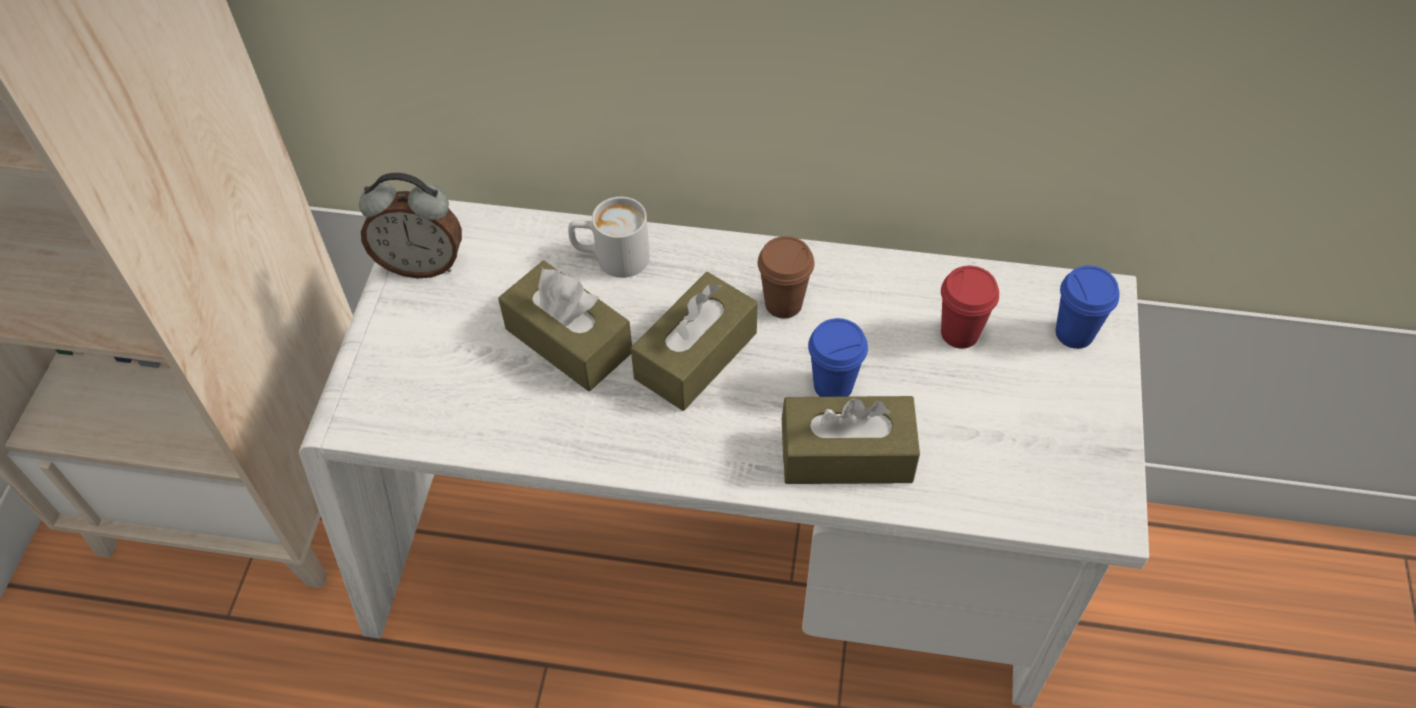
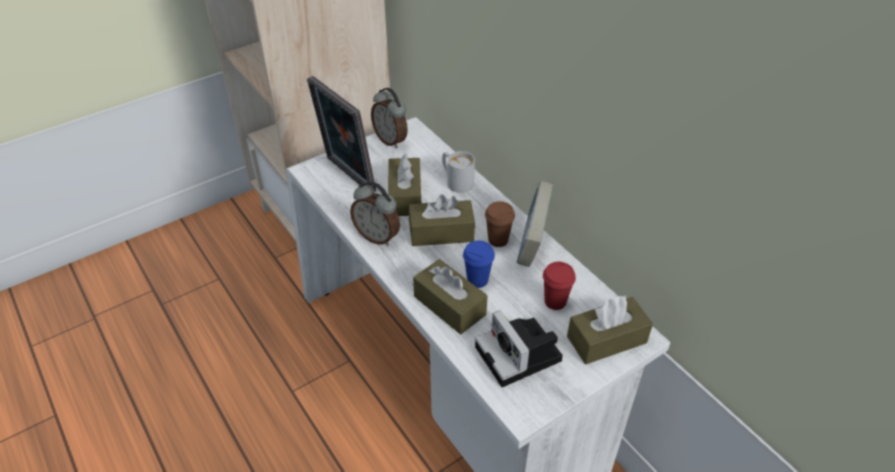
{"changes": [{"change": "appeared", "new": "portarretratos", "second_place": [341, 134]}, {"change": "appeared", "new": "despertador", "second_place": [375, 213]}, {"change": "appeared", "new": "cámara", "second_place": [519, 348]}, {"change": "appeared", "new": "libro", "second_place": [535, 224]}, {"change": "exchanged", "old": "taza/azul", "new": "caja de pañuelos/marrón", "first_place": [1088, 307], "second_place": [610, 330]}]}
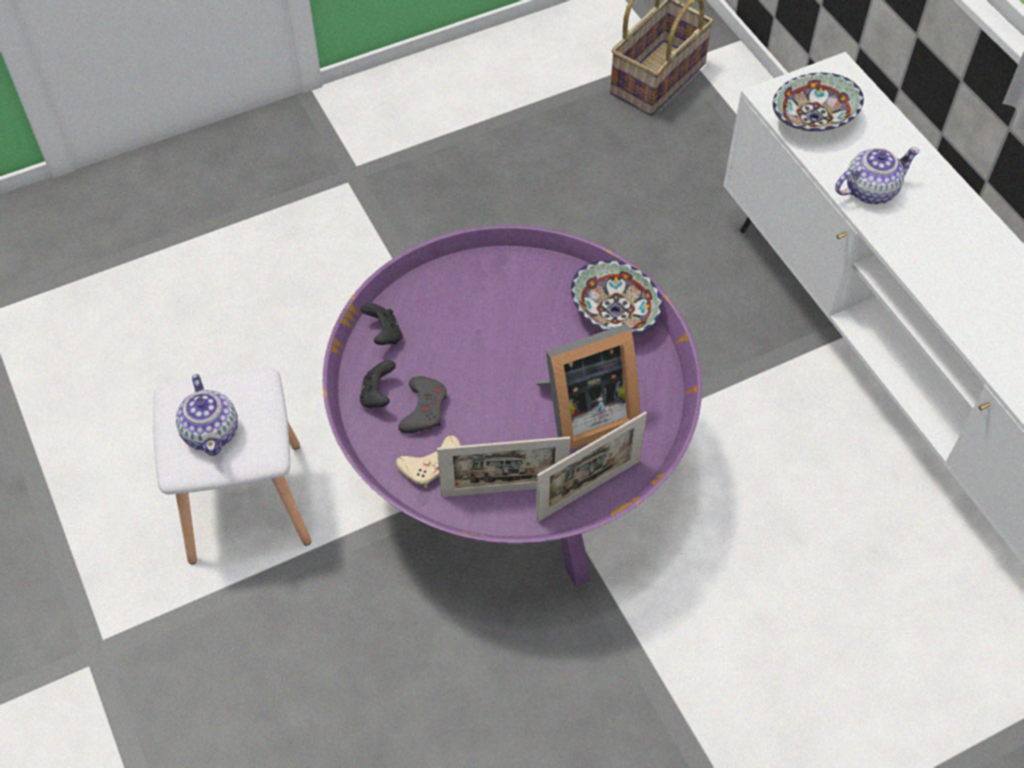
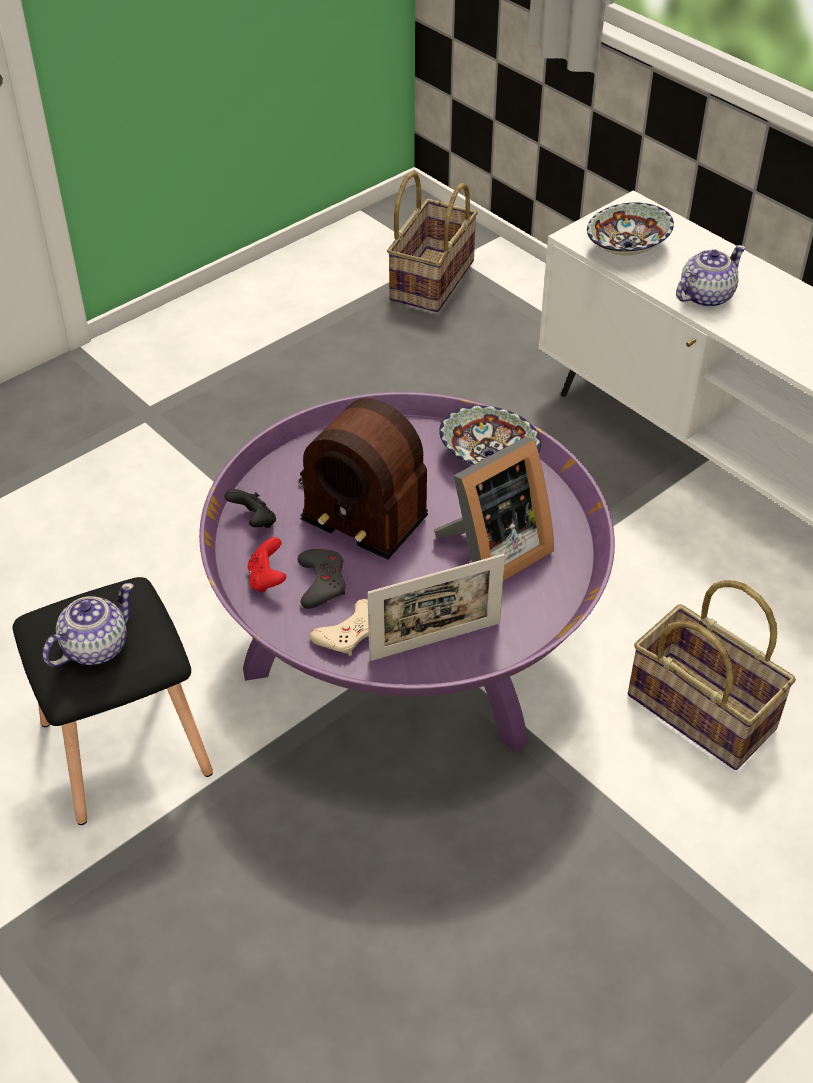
{"changes": [{"change": "missing", "old": "portarretratos", "first_place": [591, 467]}, {"change": "appeared", "new": "radio", "second_place": [363, 479]}, {"change": "appeared", "new": "cesta", "second_place": [712, 675]}, {"change": "colour", "old": "taburete/blanco", "new": "taburete/negro", "first_place": [232, 466], "second_place": [112, 701]}, {"change": "colour", "old": "mando de consola/negro", "new": "mando de consola/rojo", "first_place": [378, 384], "second_place": [267, 565]}, {"change": "spun", "old": "tetera", "first_place": [207, 415], "second_place": [88, 625], "degrees": -105}]}
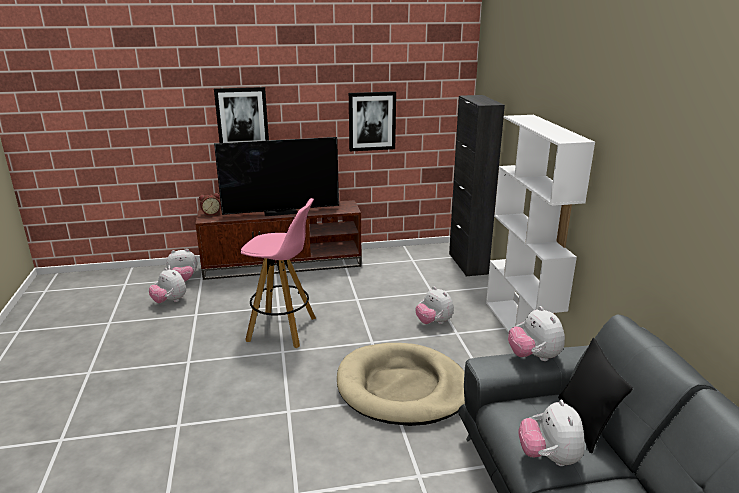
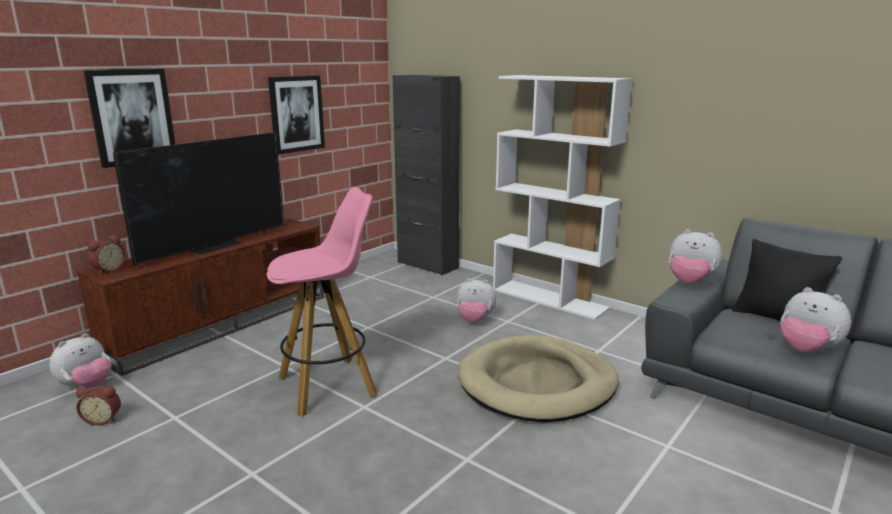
{"changes": [{"change": "exchanged", "old": "peluche", "new": "despertador", "first_place": [167, 285], "second_place": [98, 405]}]}
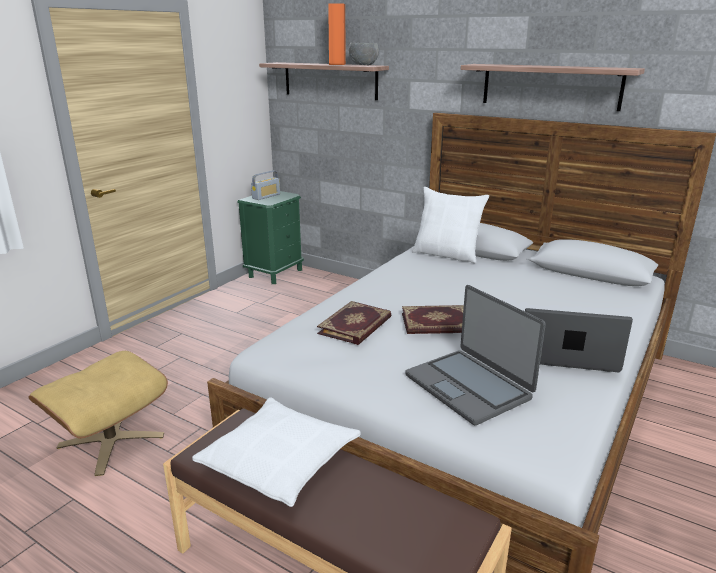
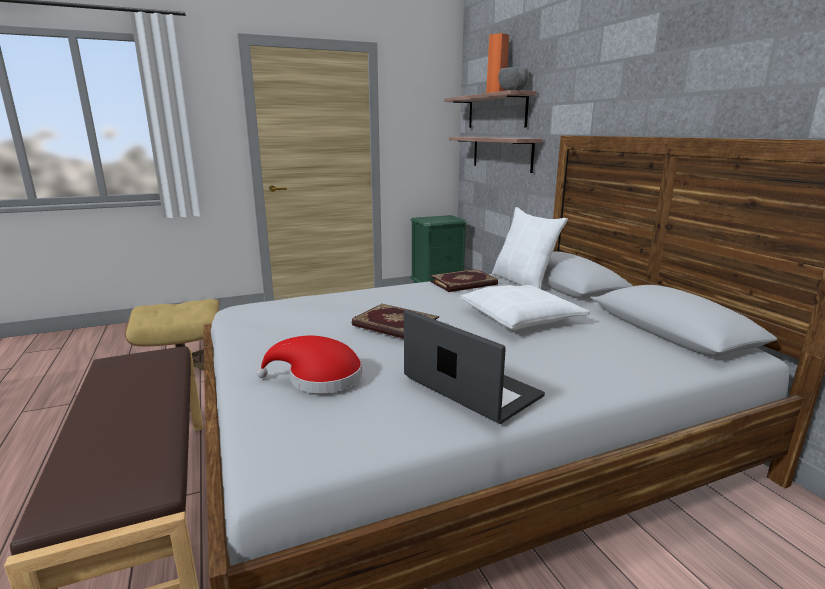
{"changes": [{"change": "missing", "old": "radio", "first_place": [265, 185]}, {"change": "relocated", "old": "cojín/blanco", "first_place": [276, 452], "second_place": [525, 307]}, {"change": "relocated", "old": "libro", "first_place": [354, 323], "second_place": [464, 280]}, {"change": "relocated", "old": "estante", "first_place": [552, 87], "second_place": [496, 155]}, {"change": "exchanged", "old": "portátil", "new": "sombrero/rojo", "first_place": [475, 355], "second_place": [309, 364]}]}
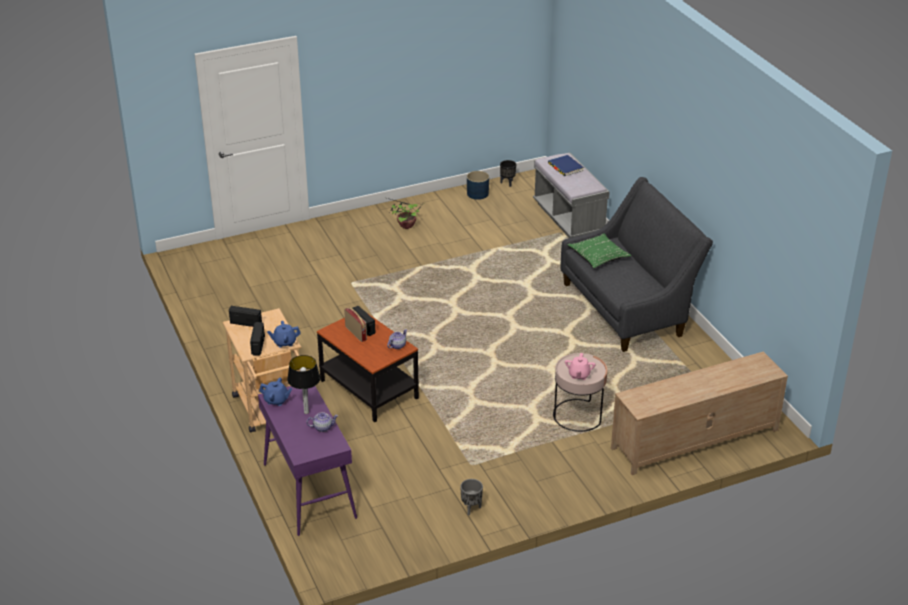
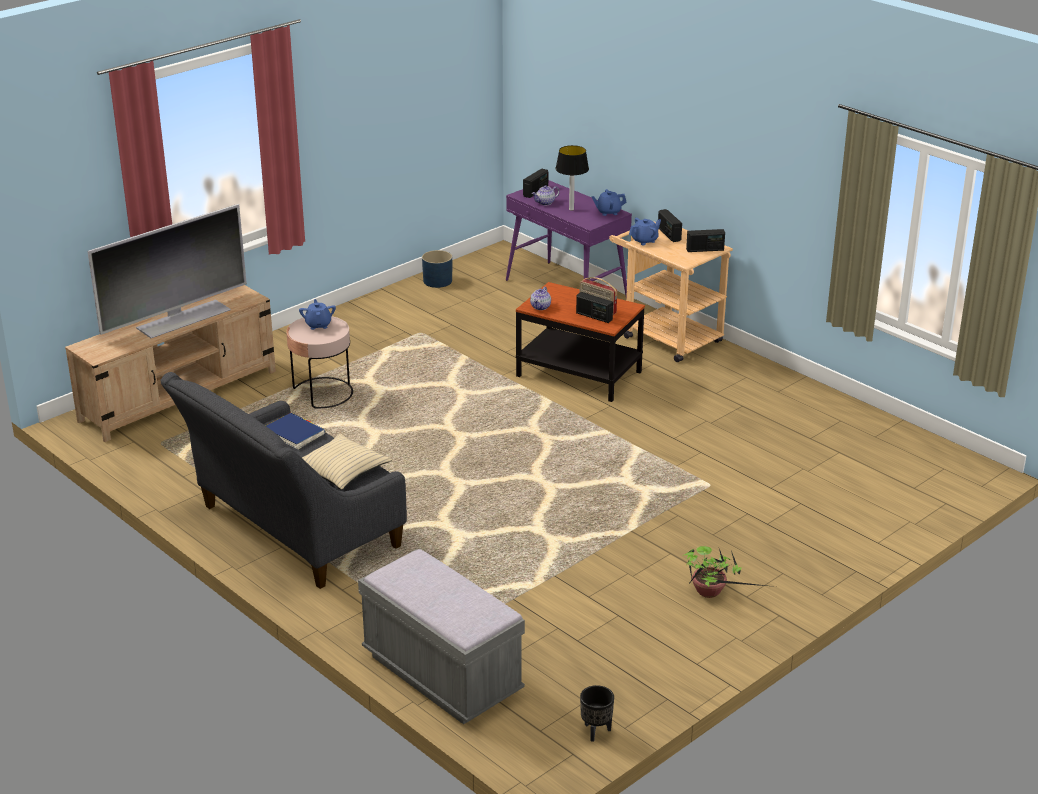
{"changes": [{"change": "missing", "old": "maceta/gris", "first_place": [471, 497]}, {"change": "appeared", "new": "televisor", "second_place": [167, 271]}, {"change": "appeared", "new": "radio", "second_place": [535, 183]}, {"change": "relocated", "old": "maceta/azul", "first_place": [478, 185], "second_place": [437, 269]}, {"change": "relocated", "old": "libro/azul", "first_place": [566, 165], "second_place": [295, 431]}, {"change": "colour", "old": "tetera/rosa", "new": "tetera/azul", "first_place": [580, 366], "second_place": [317, 314]}, {"change": "colour", "old": "cojín/verde", "new": "cojín/beis", "first_place": [599, 251], "second_place": [347, 462]}]}
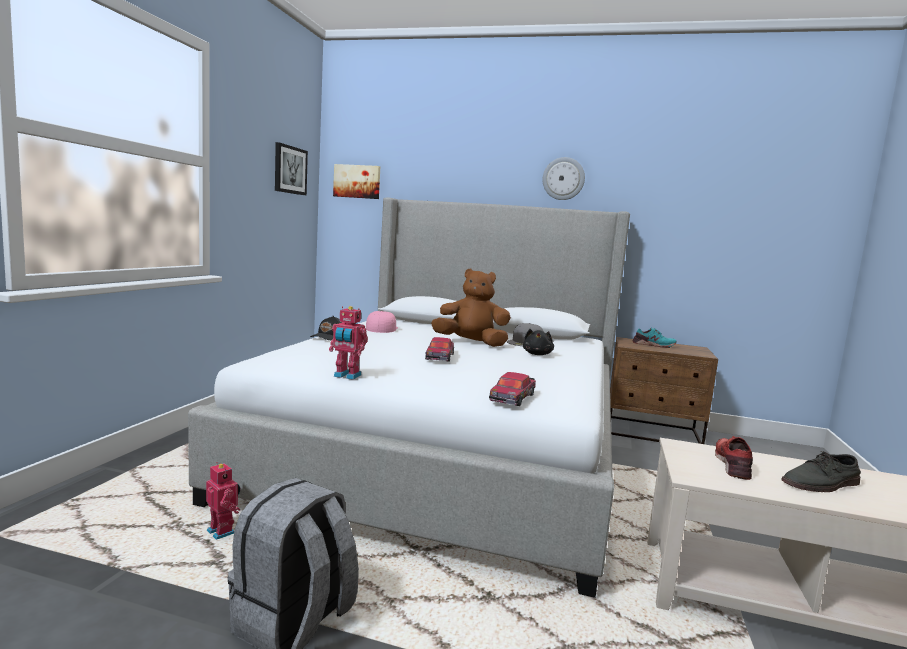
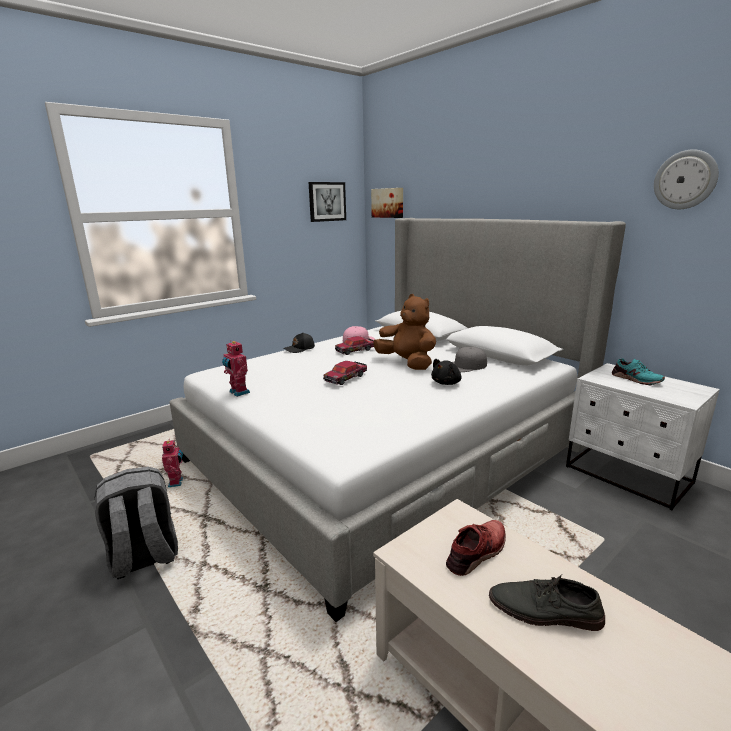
{"changes": [{"change": "relocated", "old": "coche de juguete", "first_place": [512, 389], "second_place": [354, 345]}, {"change": "relocated", "old": "reloj de pared", "first_place": [564, 178], "second_place": [686, 179]}, {"change": "colour", "old": "mesita de noche/marrón", "new": "mesita de noche/blanco", "first_place": [664, 390], "second_place": [643, 436]}]}
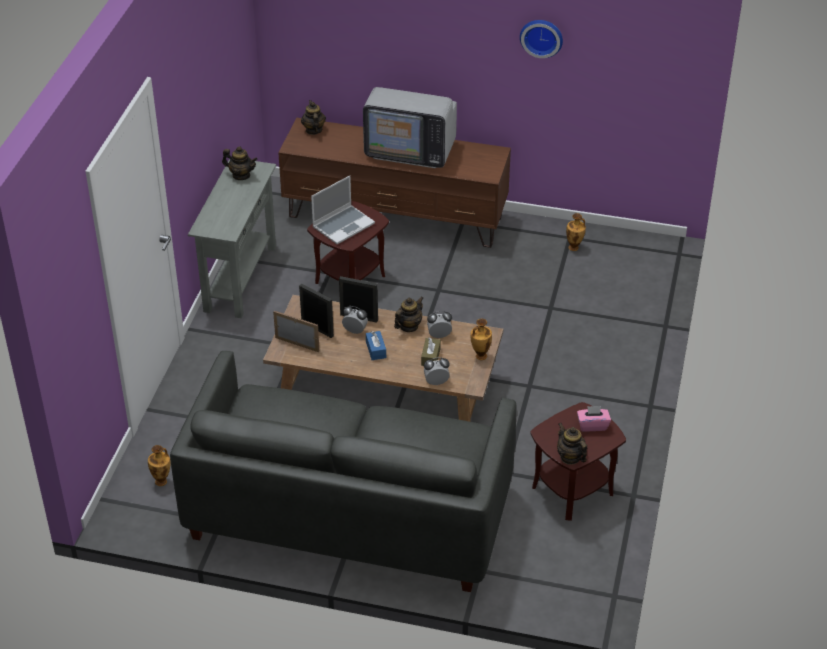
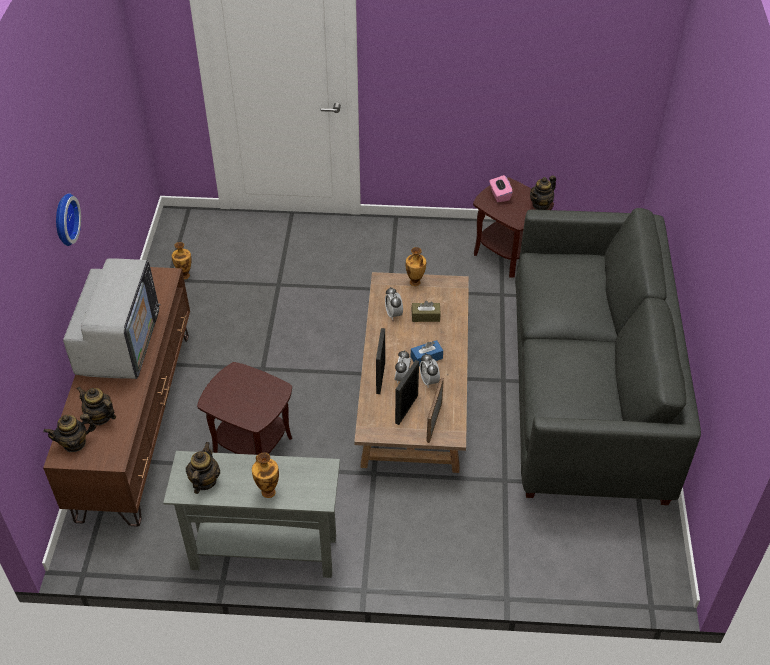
{"changes": [{"change": "missing", "old": "portátil", "first_place": [343, 209]}, {"change": "relocated", "old": "florero", "first_place": [159, 465], "second_place": [265, 475]}, {"change": "relocated", "old": "tetera", "first_place": [408, 314], "second_place": [96, 406]}, {"change": "relocated", "old": "despertador", "first_place": [437, 371], "second_place": [430, 370]}, {"change": "relocated", "old": "reloj de pared", "first_place": [541, 39], "second_place": [68, 219]}]}
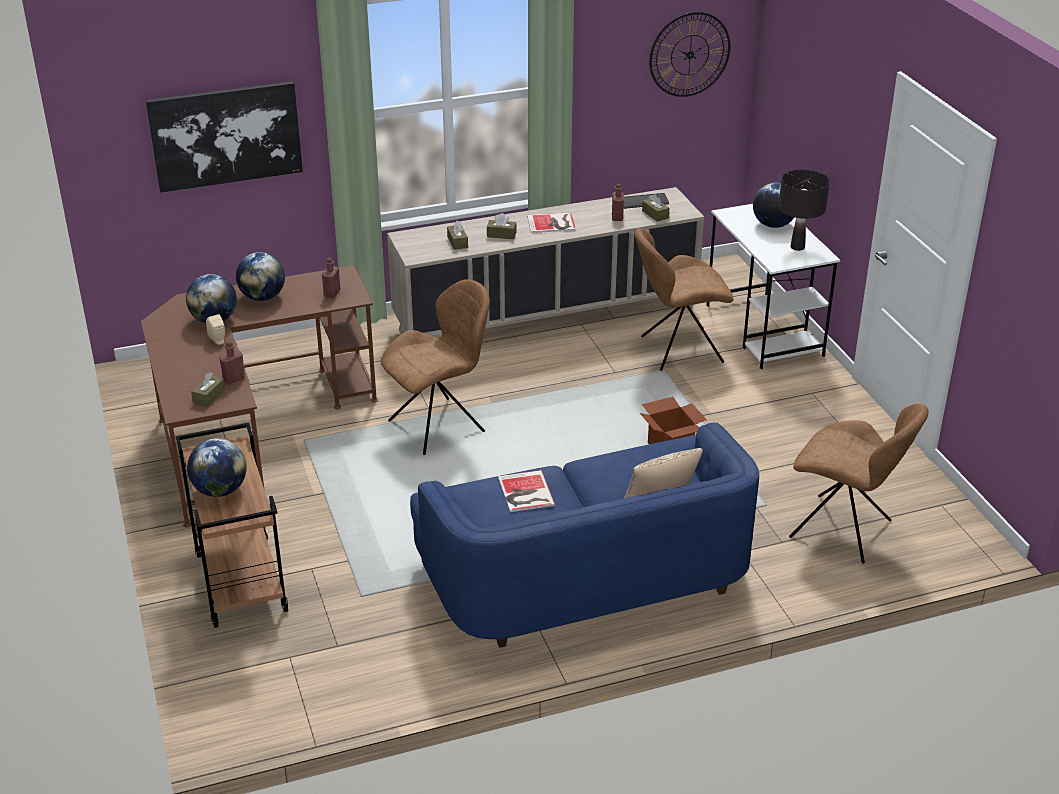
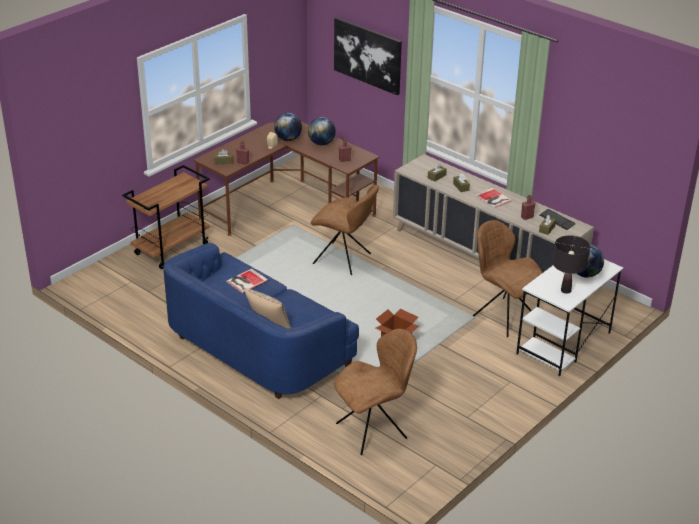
{"changes": [{"change": "missing", "old": "globo terráqueo", "first_place": [217, 467]}, {"change": "missing", "old": "reloj de pared", "first_place": [689, 54]}, {"change": "spun", "old": "silla/marrón", "first_place": [859, 484], "second_place": [375, 392], "degrees": -120}]}
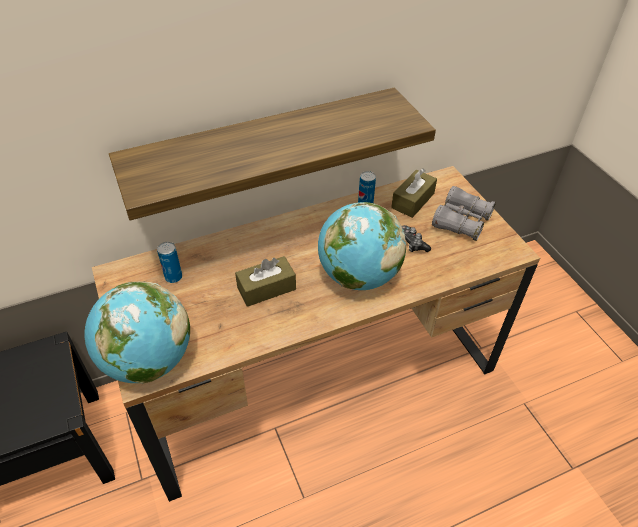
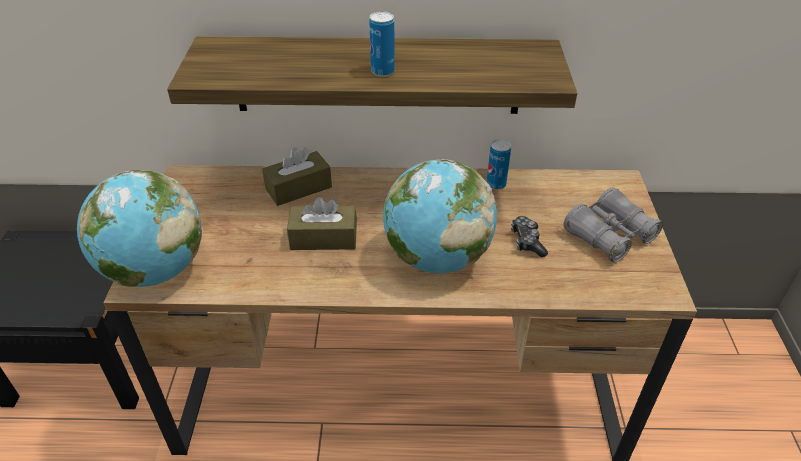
{"changes": [{"change": "relocated", "old": "lata", "first_place": [169, 262], "second_place": [382, 43]}, {"change": "relocated", "old": "caja de pañuelos/marrón", "first_place": [414, 193], "second_place": [297, 176]}]}
